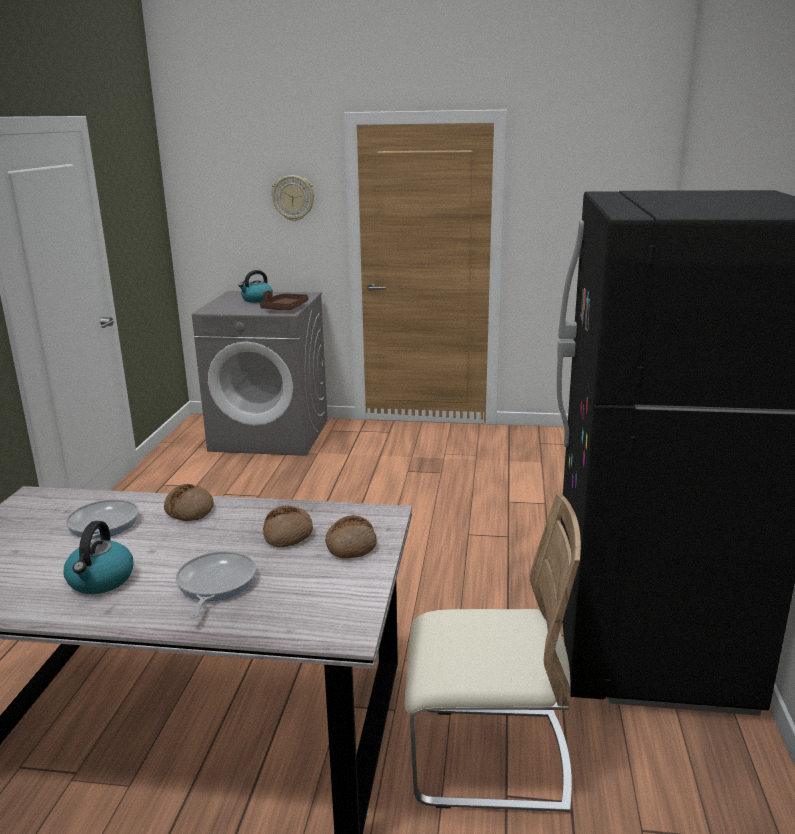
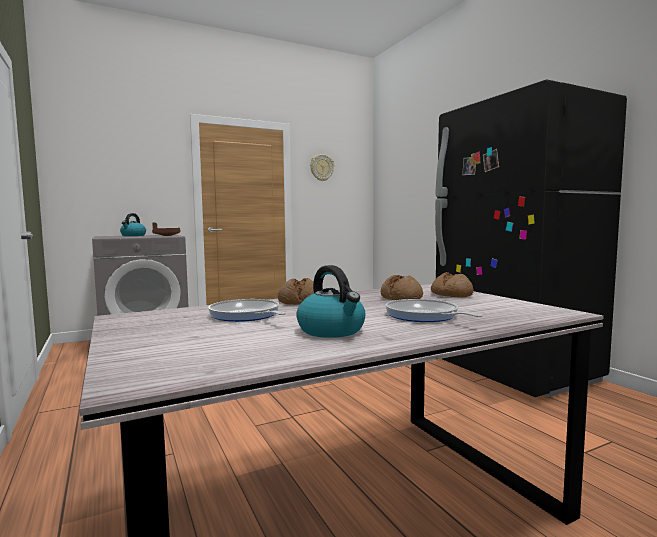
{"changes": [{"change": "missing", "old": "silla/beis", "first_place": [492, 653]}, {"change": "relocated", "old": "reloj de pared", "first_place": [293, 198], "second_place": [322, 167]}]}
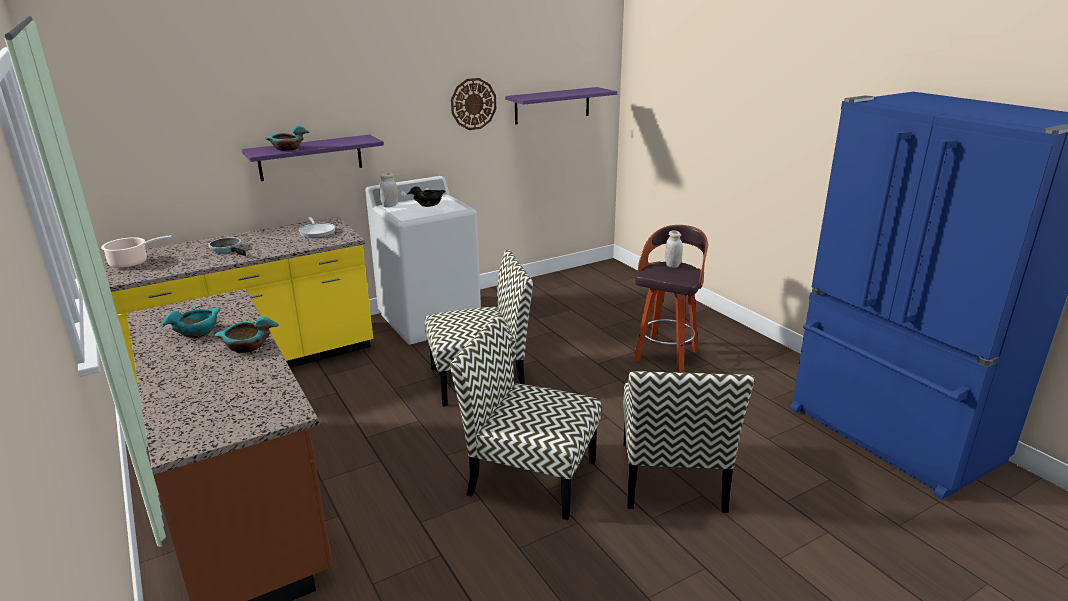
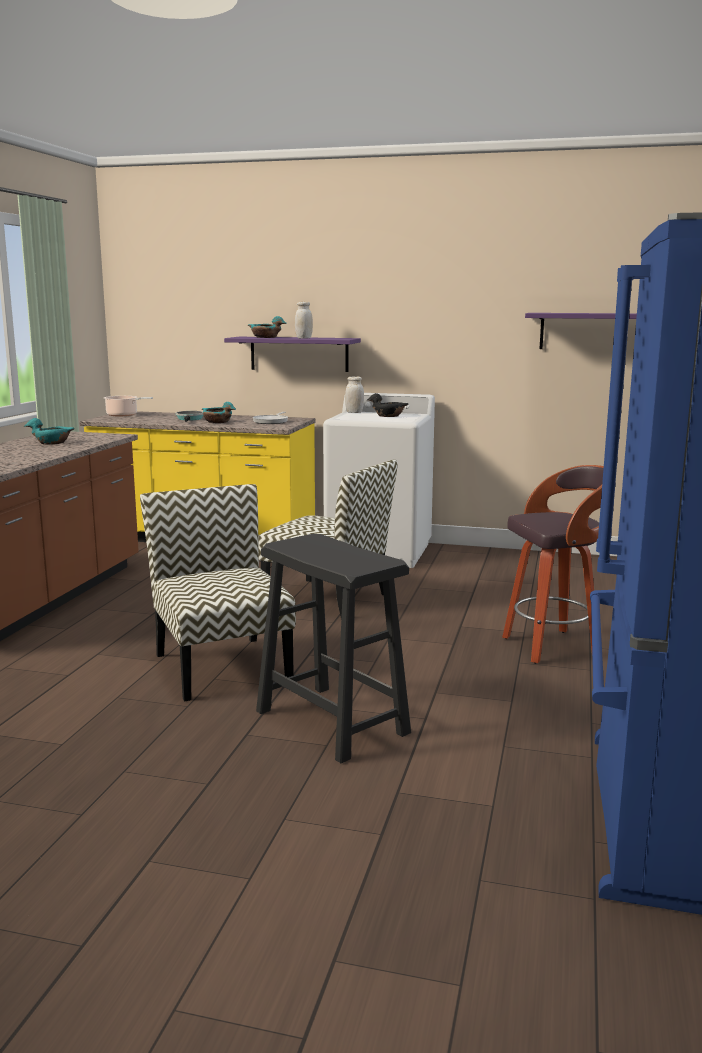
{"changes": [{"change": "missing", "old": "reloj de pared", "first_place": [473, 104]}, {"change": "relocated", "old": "cuenco/turquesa", "first_place": [247, 335], "second_place": [219, 412]}, {"change": "relocated", "old": "tarro/blanco", "first_place": [674, 249], "second_place": [304, 320]}, {"change": "exchanged", "old": "silla", "new": "taburete/negro", "first_place": [689, 442], "second_place": [333, 648]}]}
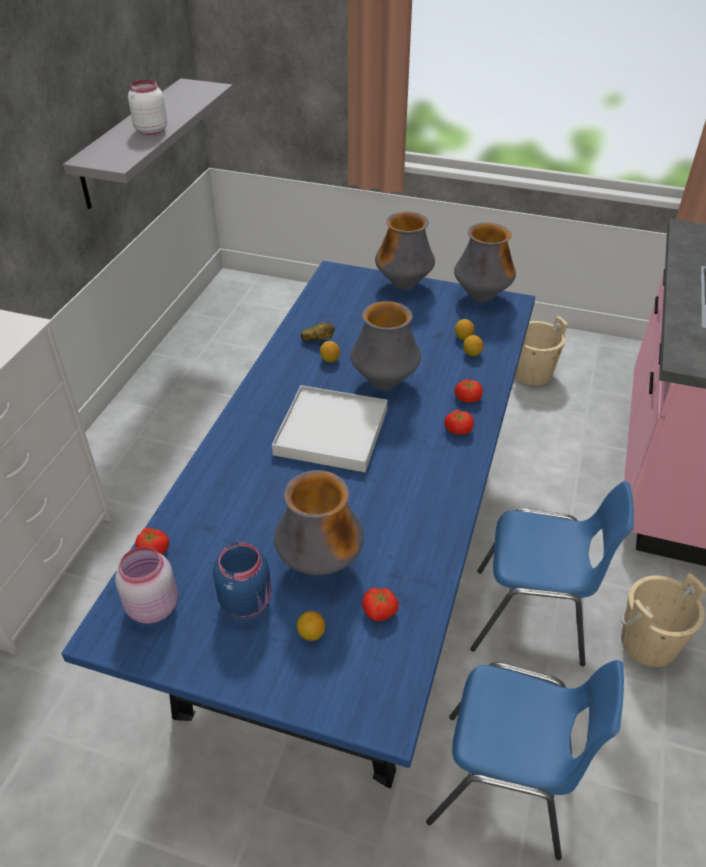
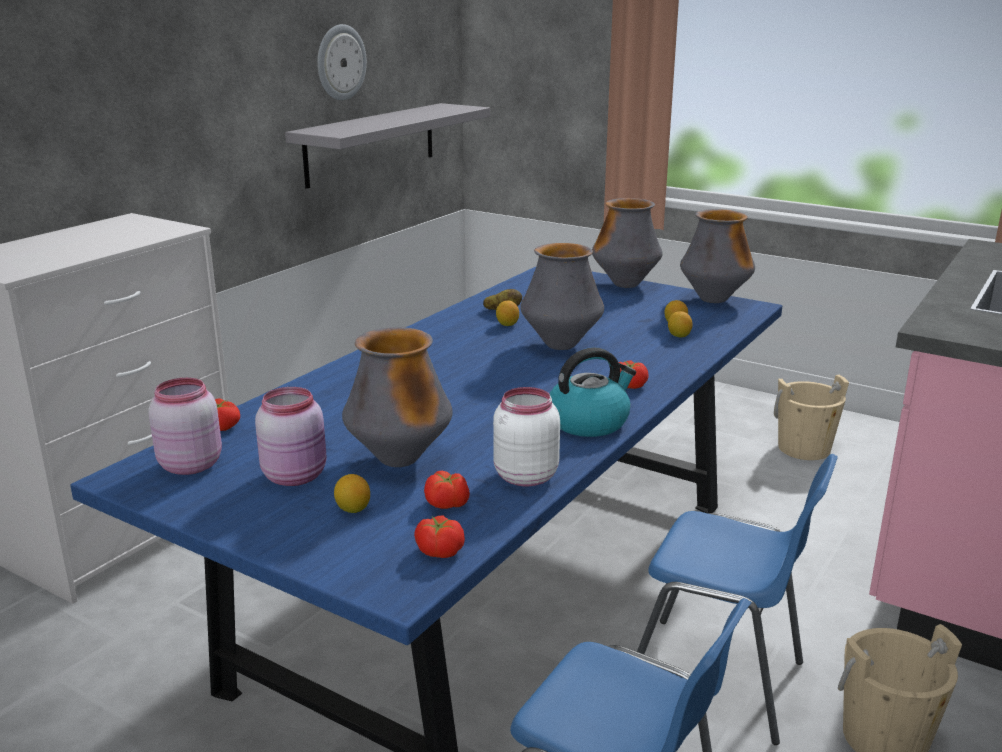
{"changes": [{"change": "missing", "old": "bandeja/blanco", "first_place": [329, 428]}, {"change": "appeared", "new": "reloj de pared", "second_place": [342, 62]}, {"change": "appeared", "new": "hervidor", "second_place": [593, 392]}, {"change": "relocated", "old": "tarro/blanco", "first_place": [147, 107], "second_place": [526, 436]}, {"change": "relocated", "old": "tomate", "first_place": [469, 391], "second_place": [439, 536]}, {"change": "colour", "old": "tarro/azul", "new": "tarro/rosa", "first_place": [242, 580], "second_place": [291, 436]}]}
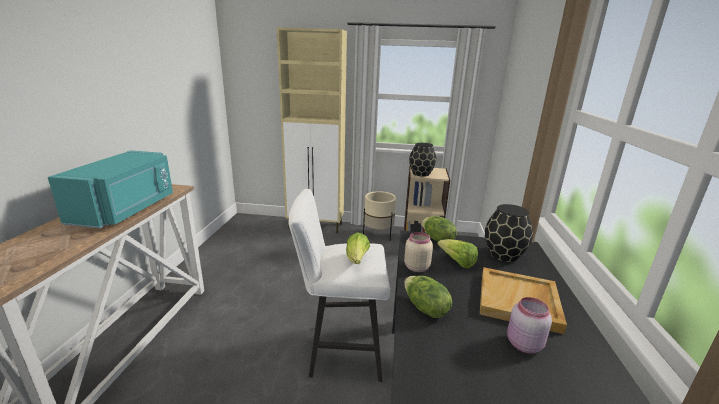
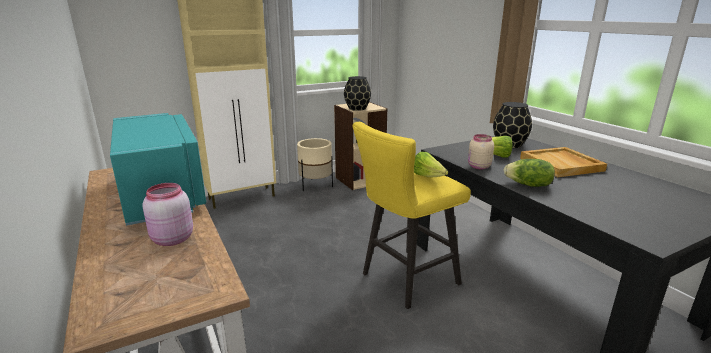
{"changes": [{"change": "missing", "old": "lechuga", "first_place": [439, 229]}, {"change": "relocated", "old": "tarro/rosa", "first_place": [529, 325], "second_place": [167, 214]}, {"change": "colour", "old": "taburete/blanco", "new": "taburete/amarillo", "first_place": [339, 285], "second_place": [411, 215]}]}
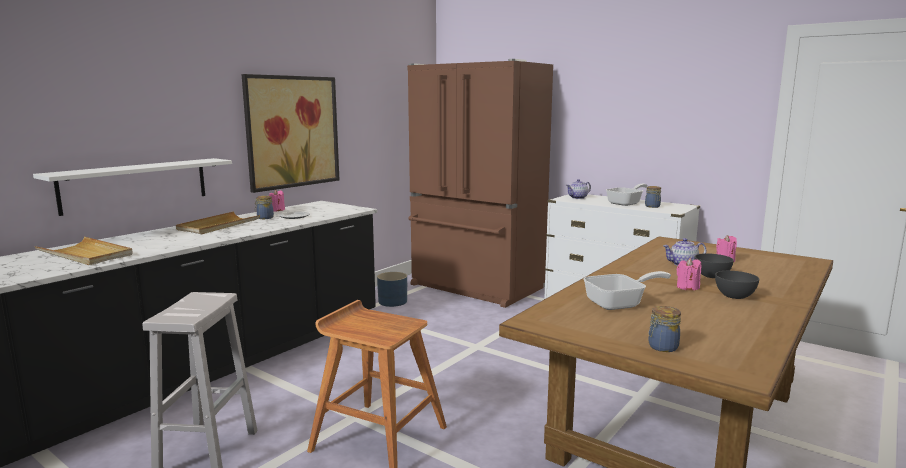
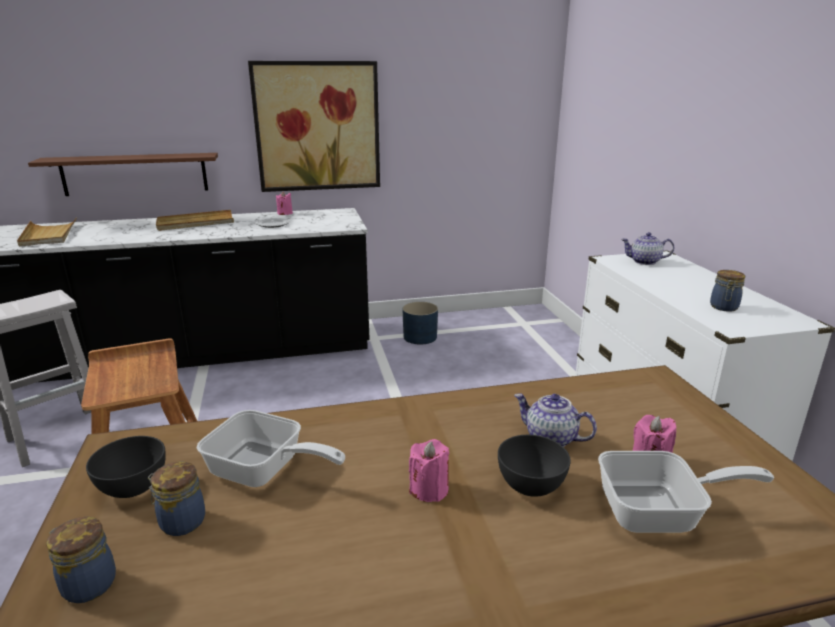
{"changes": [{"change": "missing", "old": "nevera/marrón", "first_place": [480, 183]}, {"change": "relocated", "old": "tarro", "first_place": [264, 207], "second_place": [176, 499]}, {"change": "relocated", "old": "sartén", "first_place": [627, 195], "second_place": [686, 492]}, {"change": "relocated", "old": "cuenco/gris", "first_place": [737, 285], "second_place": [126, 467]}, {"change": "colour", "old": "estante/blanco", "new": "estante/marrón", "first_place": [132, 187], "second_place": [123, 174]}]}
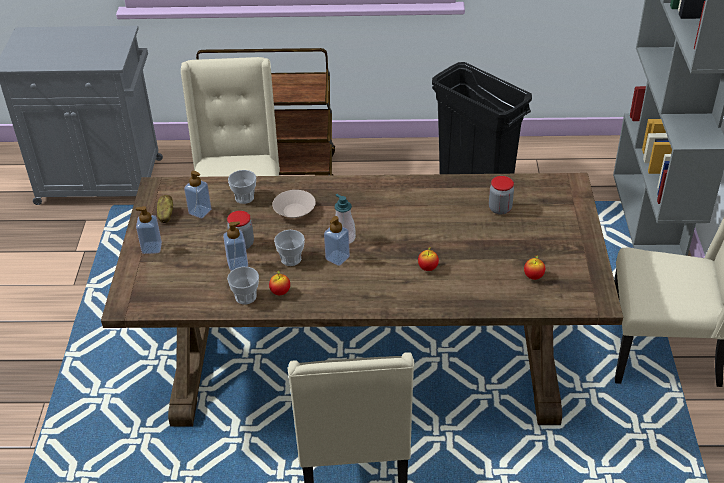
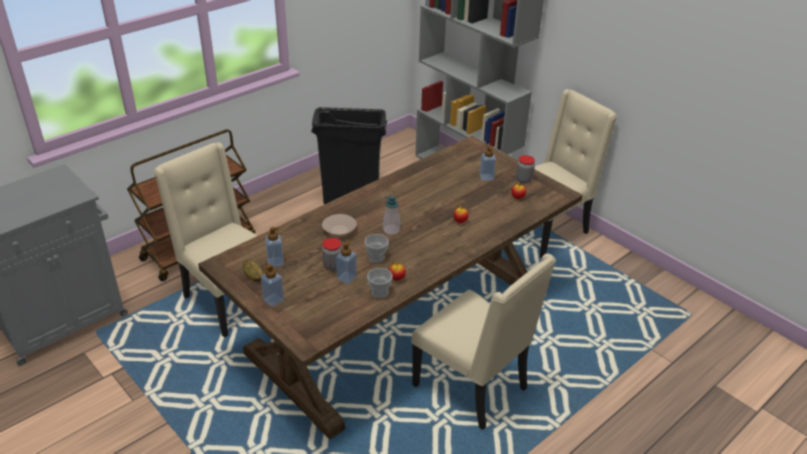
{"changes": [{"change": "missing", "old": "taza", "first_place": [242, 187]}, {"change": "relocated", "old": "dispensador de jabón", "first_place": [337, 241], "second_place": [487, 163]}, {"change": "relocated", "old": "tarro", "first_place": [501, 195], "second_place": [525, 169]}]}
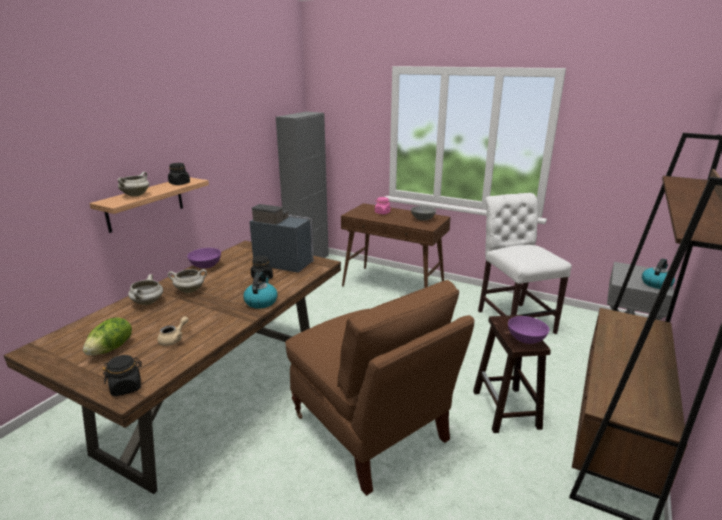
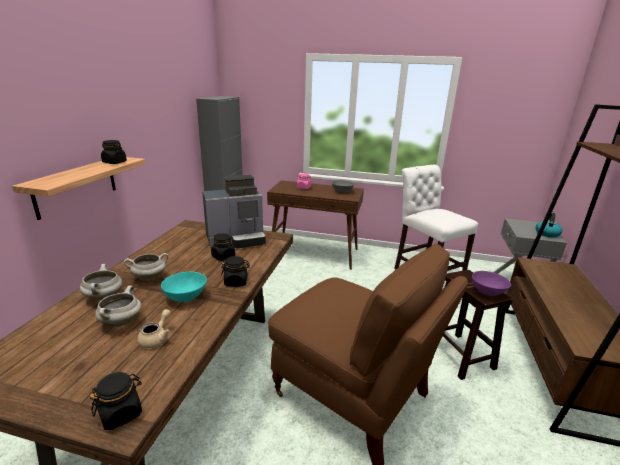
{"changes": [{"change": "missing", "old": "lechuga", "first_place": [107, 336]}, {"change": "missing", "old": "cuenco/morado", "first_place": [204, 258]}, {"change": "appeared", "new": "cuenco/turquesa", "second_place": [184, 287]}, {"change": "relocated", "old": "olla/blanco", "first_place": [133, 184], "second_place": [118, 306]}, {"change": "exchanged", "old": "hervidor", "new": "tarro/negro", "first_place": [260, 290], "second_place": [235, 271]}, {"change": "spun", "old": "cafetera", "first_place": [281, 238], "second_place": [234, 211], "degrees": 150}]}
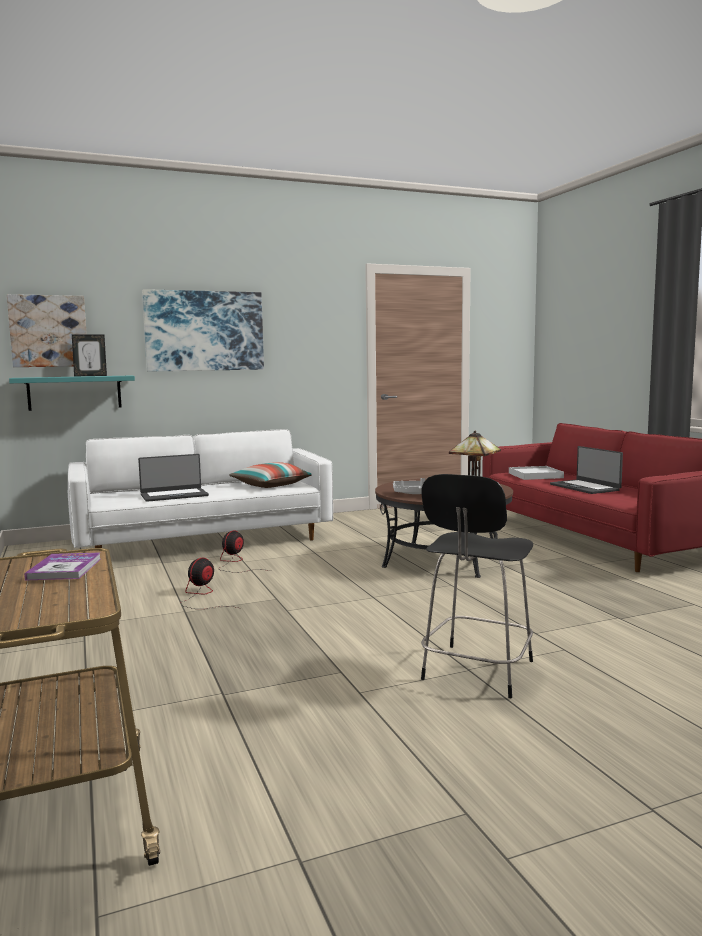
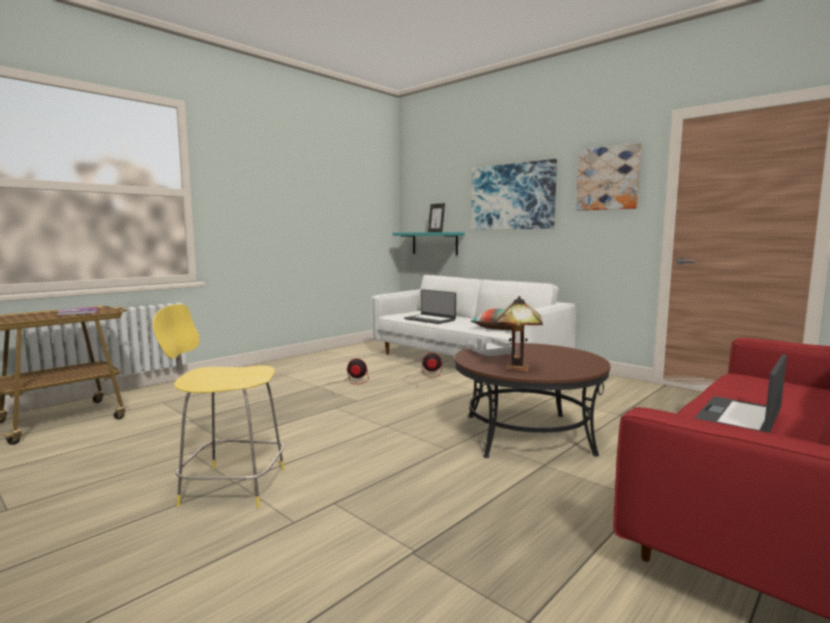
{"changes": [{"change": "missing", "old": "bandeja/blanco", "first_place": [536, 473]}, {"change": "relocated", "old": "cuadro", "first_place": [47, 330], "second_place": [609, 177]}, {"change": "colour", "old": "taburete/negro", "new": "taburete/amarillo", "first_place": [477, 586], "second_place": [219, 406]}]}
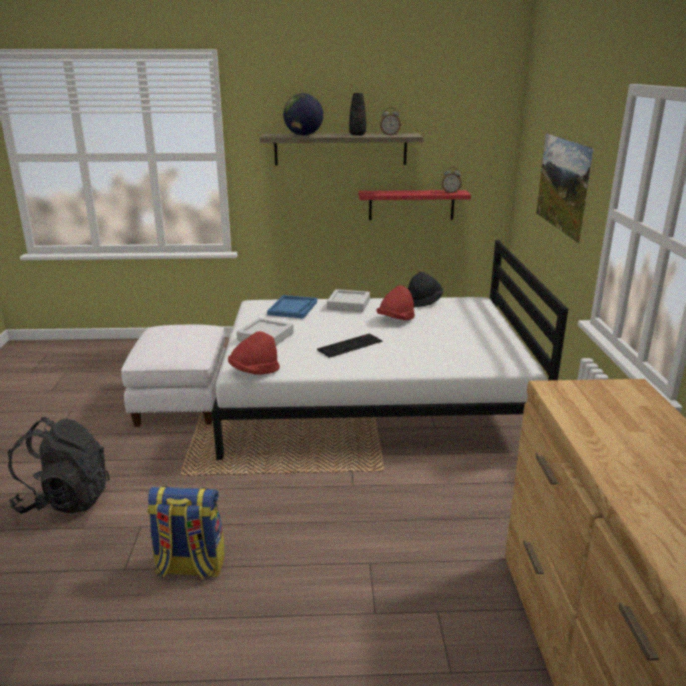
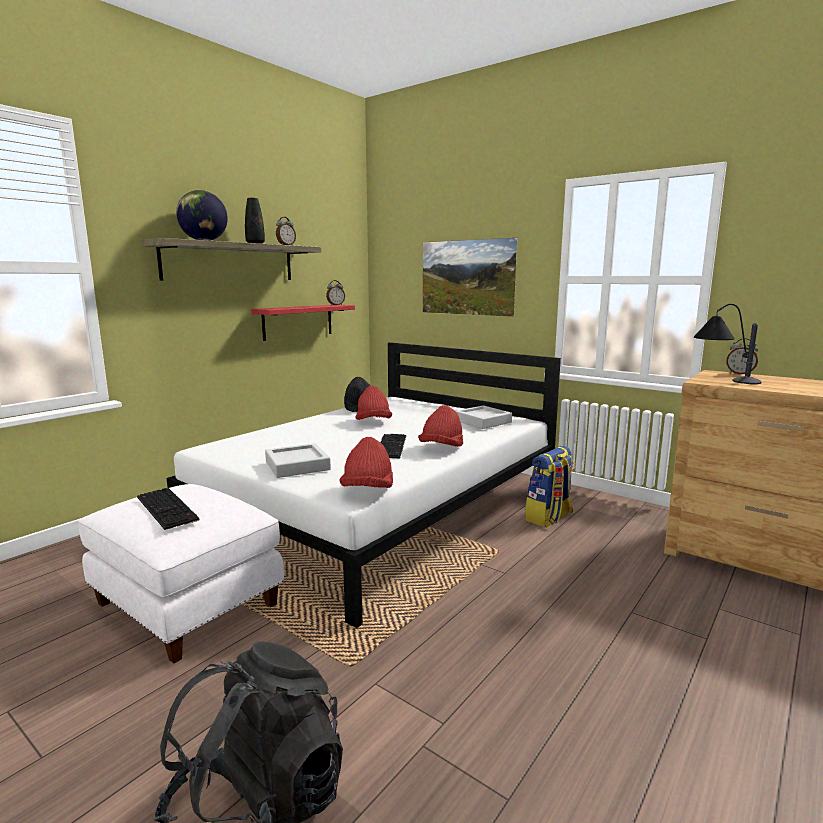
{"changes": [{"change": "missing", "old": "bandeja/azul", "first_place": [292, 307]}, {"change": "appeared", "new": "teclado", "second_place": [168, 509]}, {"change": "appeared", "new": "sombrero/rojo", "second_place": [440, 426]}, {"change": "appeared", "new": "lámpara de mesa", "second_place": [728, 344]}, {"change": "appeared", "new": "despertador", "second_place": [742, 356]}, {"change": "relocated", "old": "mochila", "first_place": [186, 532], "second_place": [549, 486]}, {"change": "relocated", "old": "bandeja/gris", "first_place": [348, 300], "second_place": [484, 417]}]}
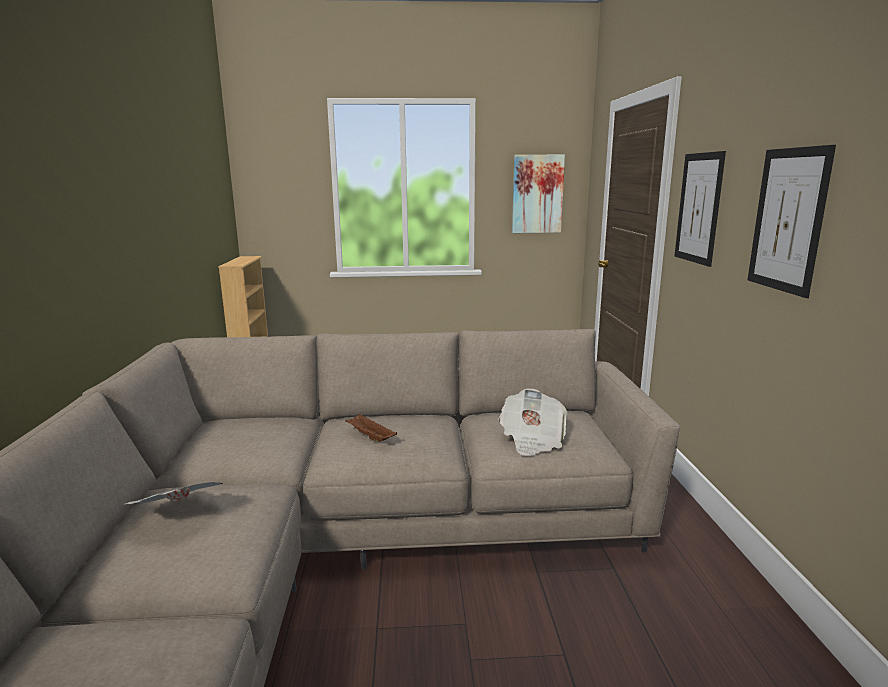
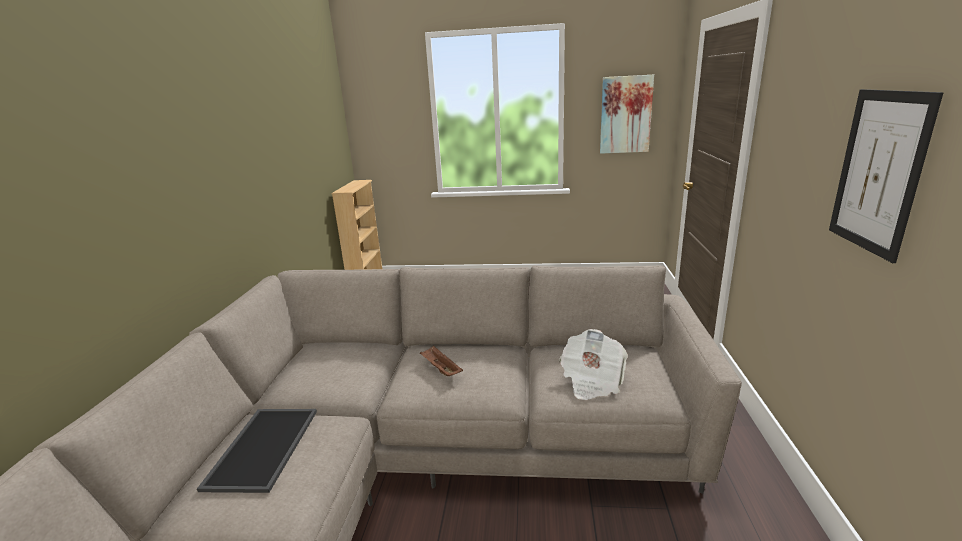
{"changes": [{"change": "missing", "old": "cuadro", "first_place": [700, 209]}, {"change": "exchanged", "old": "periódico", "new": "bandeja", "first_place": [174, 493], "second_place": [257, 451]}]}
